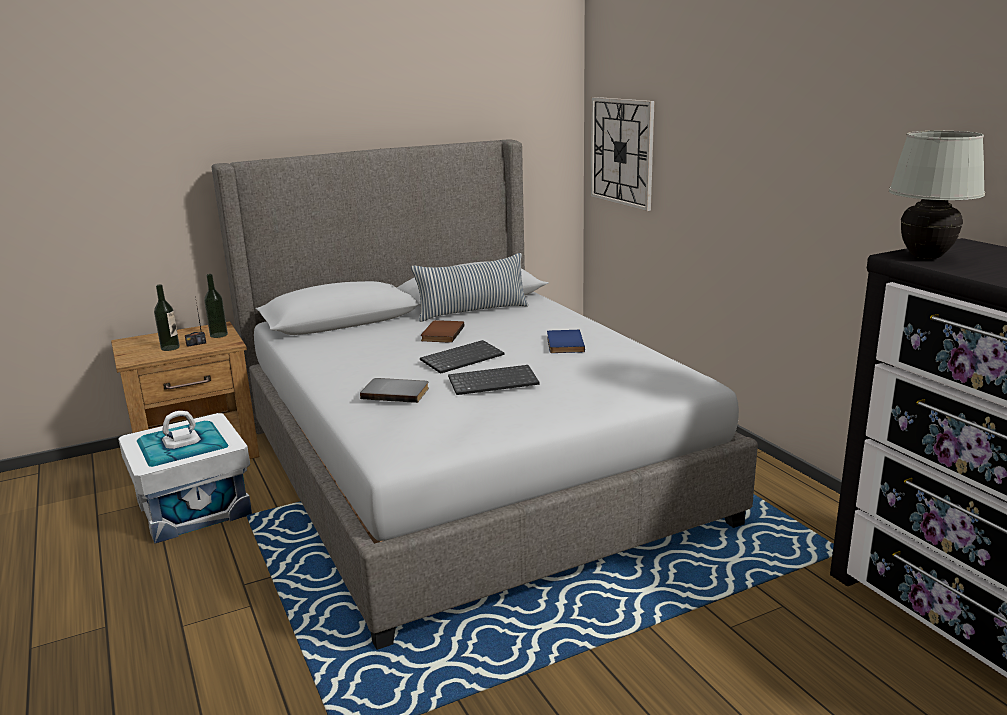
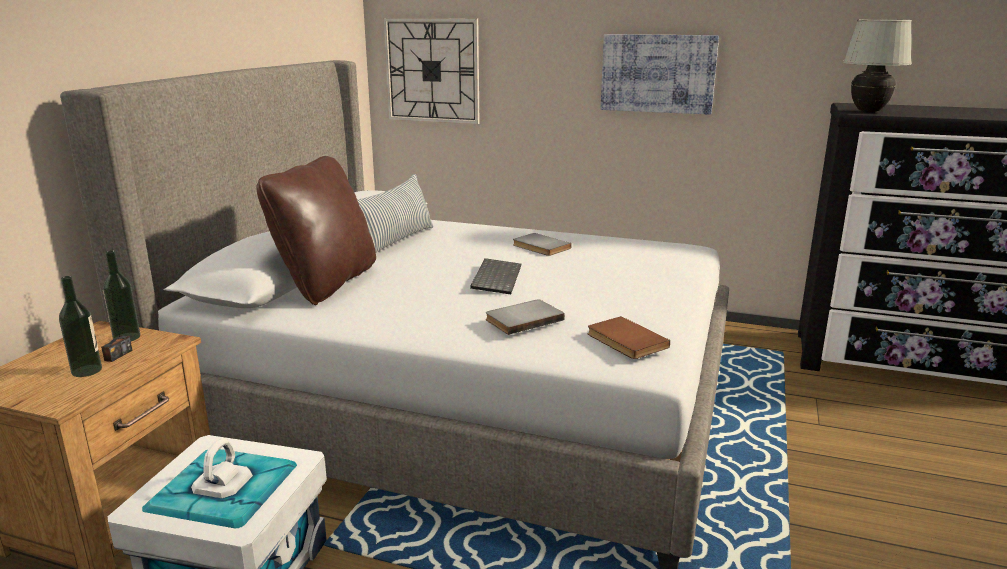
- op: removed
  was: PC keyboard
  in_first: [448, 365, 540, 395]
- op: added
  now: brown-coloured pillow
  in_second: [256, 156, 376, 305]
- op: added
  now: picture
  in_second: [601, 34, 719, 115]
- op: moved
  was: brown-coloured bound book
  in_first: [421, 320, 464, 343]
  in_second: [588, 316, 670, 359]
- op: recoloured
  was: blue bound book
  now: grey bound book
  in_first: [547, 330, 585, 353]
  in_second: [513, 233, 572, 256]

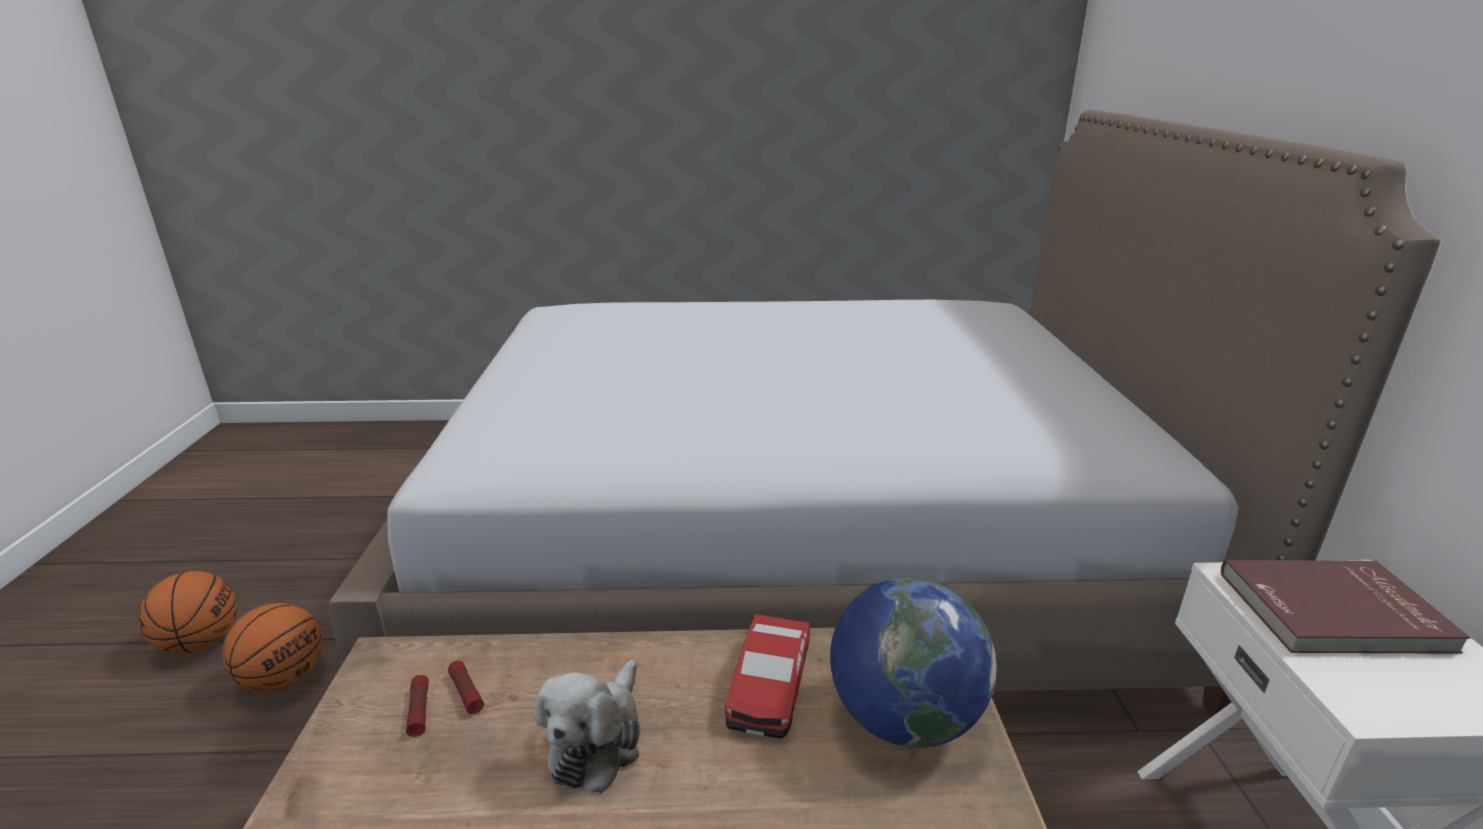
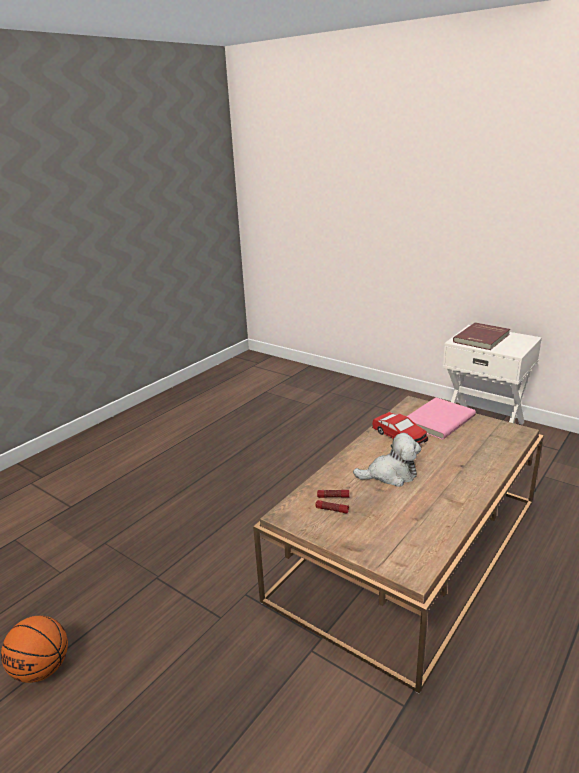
- op: removed
  was: basketball ball
  in_first: [222, 603, 322, 692]
- op: removed
  was: bed
  in_first: [329, 110, 1441, 717]
- op: replaced
  was: world globe
  now: pinkish bound book
  in_first: [830, 577, 996, 748]
  in_second: [406, 397, 476, 440]
- op: turned
  was: soft toy
  in_first: [535, 660, 640, 793]
  in_second: [353, 433, 421, 487]
  clockwise: -60

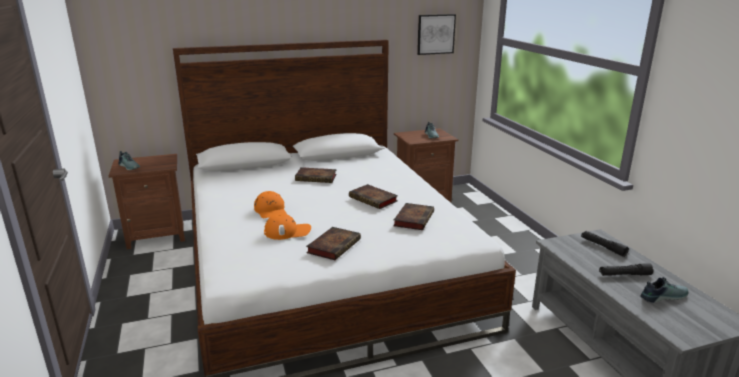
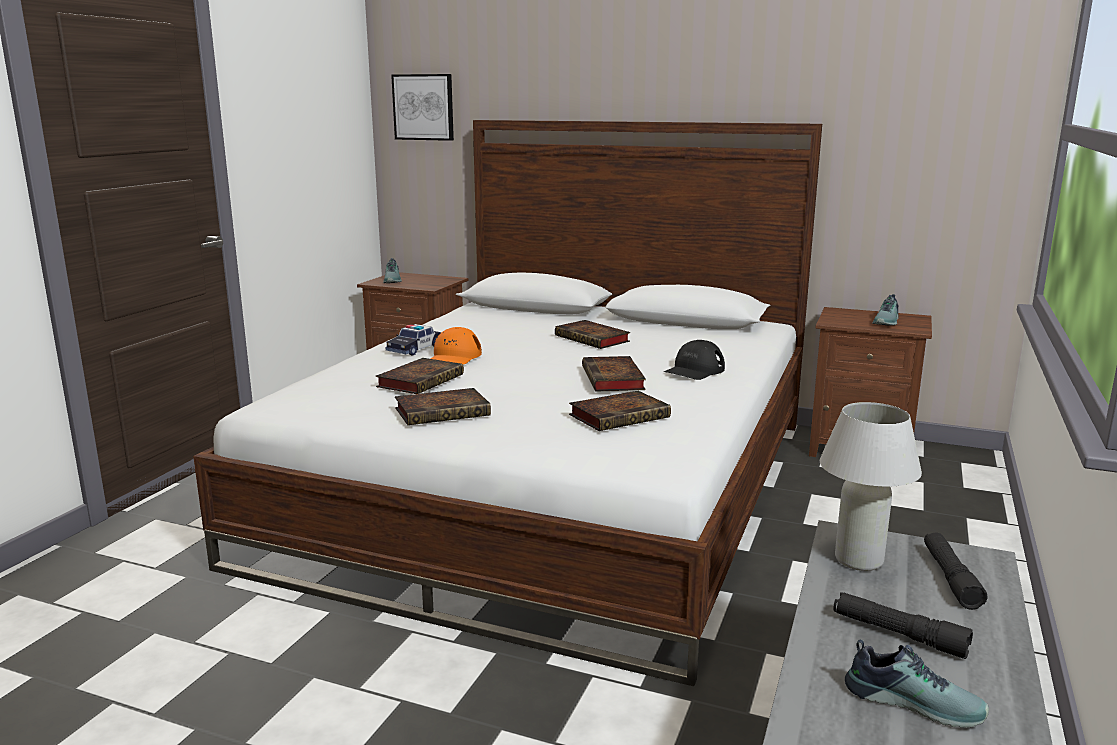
- op: added
  now: toy car
  in_second: [385, 324, 441, 356]
- op: added
  now: blackish cap
  in_second: [664, 340, 725, 380]
- op: added
  now: white table lamp
  in_second: [820, 402, 922, 571]
- op: moved
  was: picture
  in_first: [417, 14, 456, 55]
  in_second: [391, 74, 454, 141]
- op: replaced
  was: orangey cap
  now: bound book
  in_first: [264, 213, 311, 240]
  in_second: [376, 358, 464, 394]

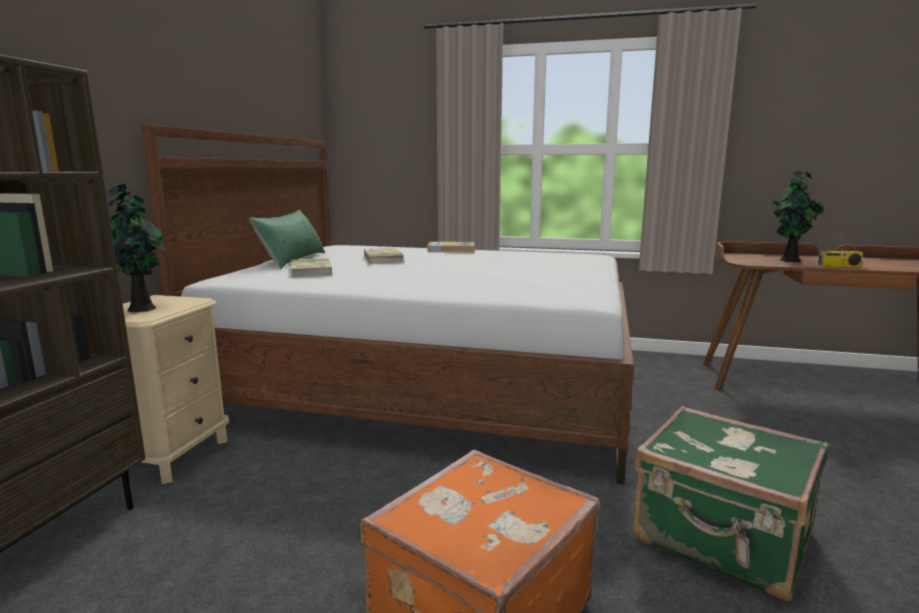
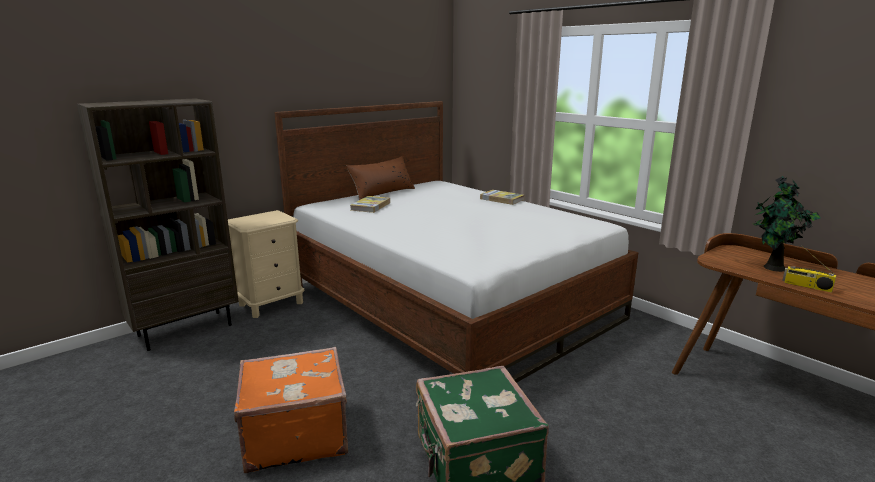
- op: removed
  was: houseplant
  in_first: [108, 184, 166, 312]
- op: removed
  was: bound book
  in_first: [364, 248, 403, 264]
- op: recoloured
  was: greenish pillow
  now: brown-coloured pillow
  in_first: [249, 210, 325, 269]
  in_second: [346, 156, 415, 200]

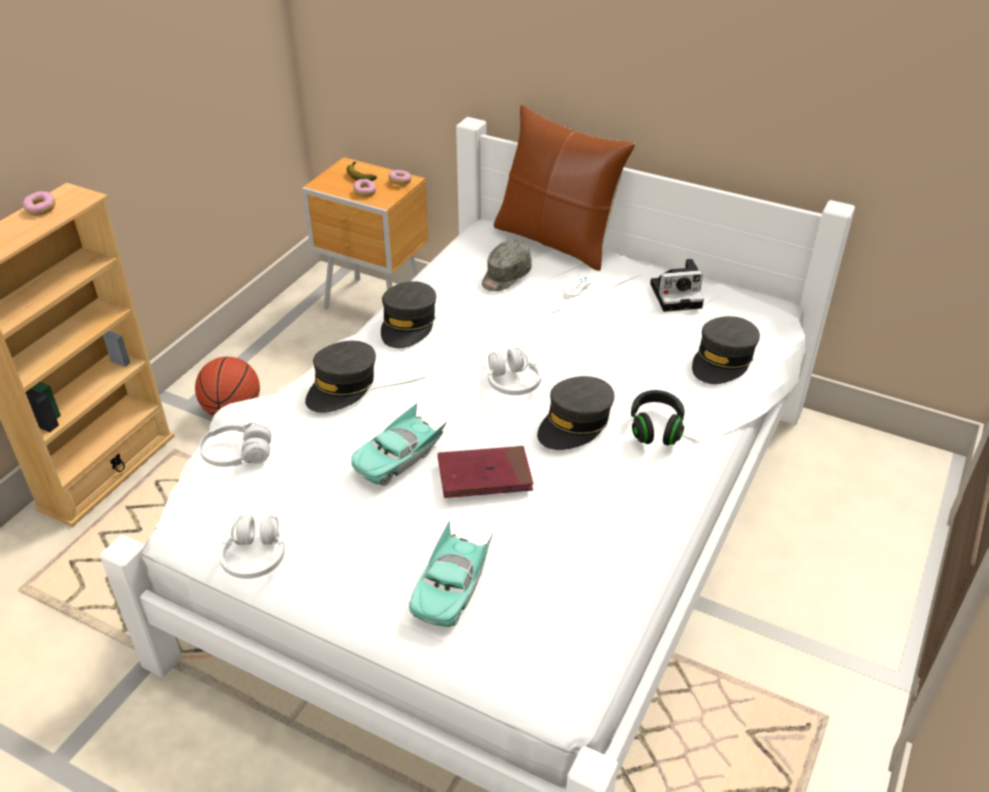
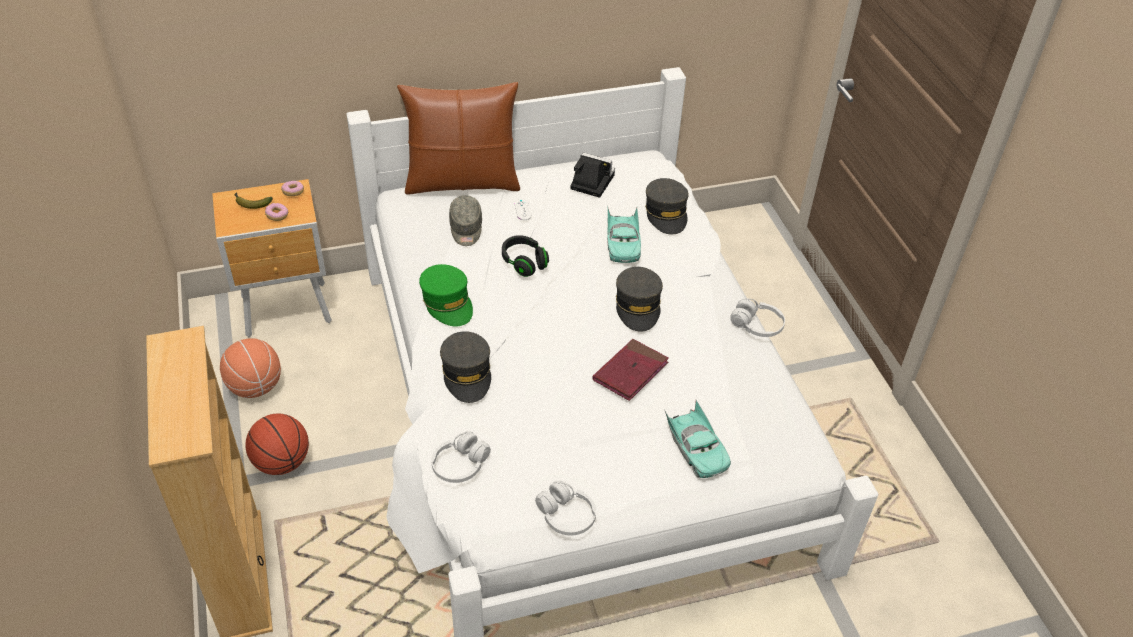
- op: removed
  was: donut
  in_first: [23, 191, 55, 216]
- op: added
  now: basketball ball
  in_second: [220, 338, 281, 398]
- op: moved
  was: turquoise toy car
  in_first: [351, 403, 446, 486]
  in_second: [607, 208, 641, 263]
- op: moved
  was: white headphones
  in_first: [488, 347, 541, 395]
  in_second: [730, 298, 785, 337]
- op: moved
  was: blackish headphones
  in_first: [631, 390, 685, 446]
  in_second: [502, 235, 549, 277]
- op: recoloured
  was: grey cap
  now: greenish cap
  in_first: [381, 281, 436, 348]
  in_second: [419, 264, 473, 327]
- op: turned
  was: photo camera
  in_first: [650, 259, 704, 312]
  in_second: [571, 152, 615, 198]
  clockwise: -105

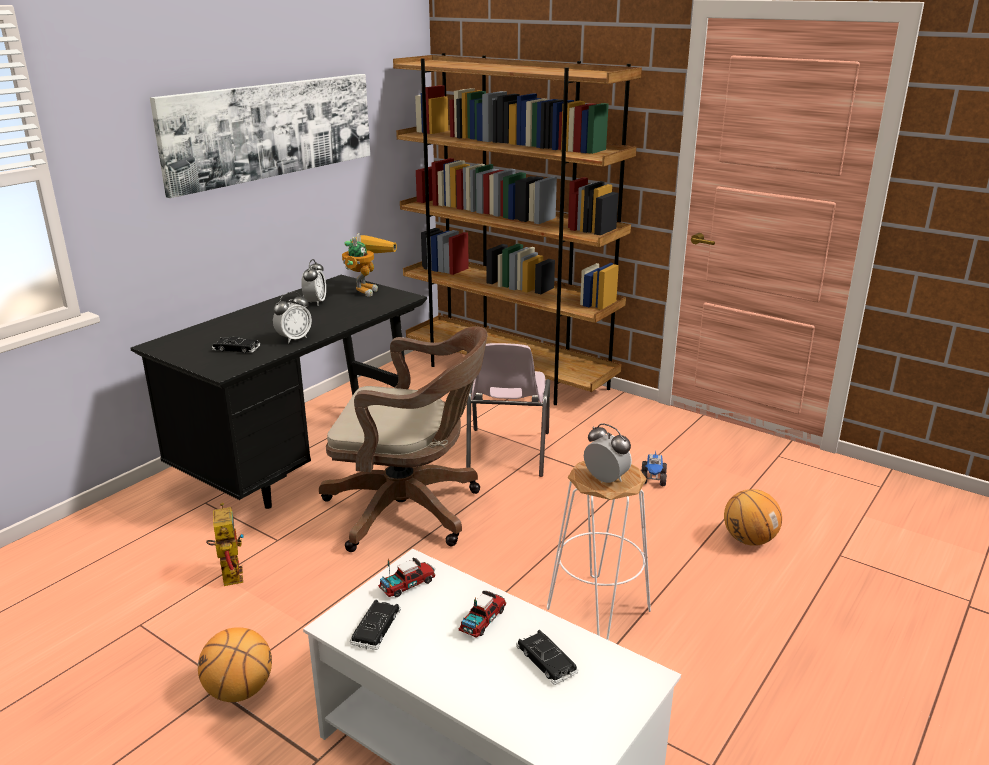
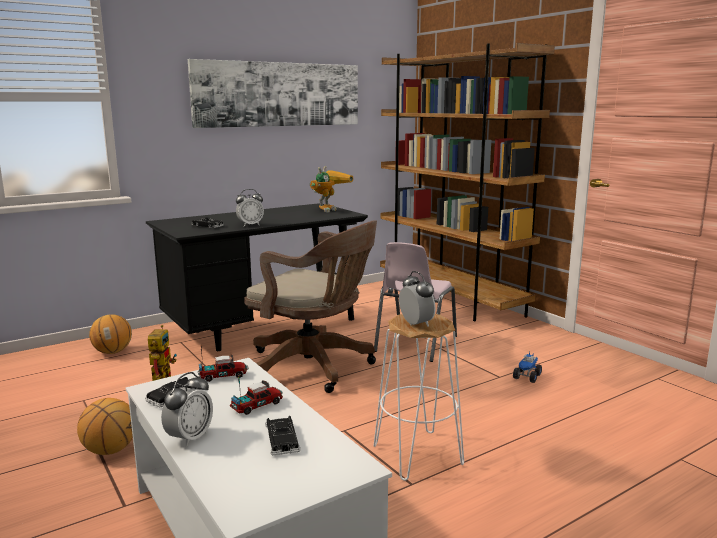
- op: moved
  was: bedside clock
  in_first: [301, 259, 326, 305]
  in_second: [161, 372, 213, 447]
- op: moved
  was: basketball ball
  in_first: [724, 489, 782, 546]
  in_second: [89, 314, 132, 354]

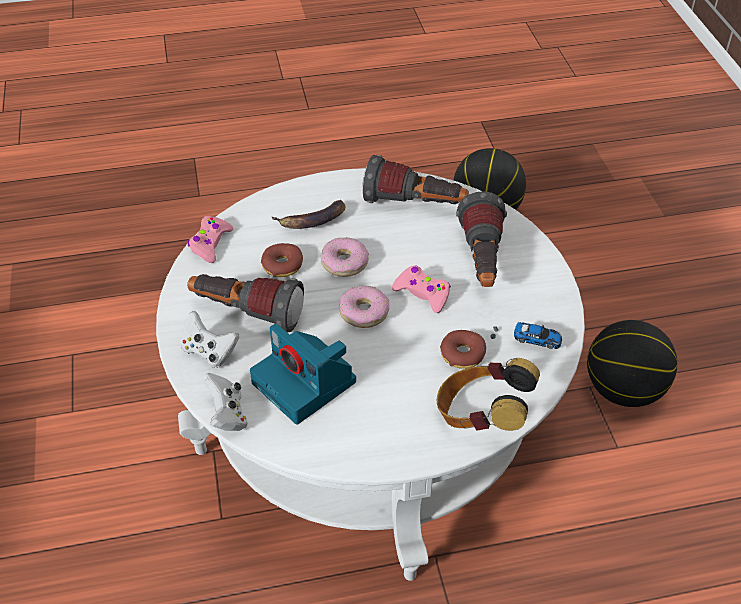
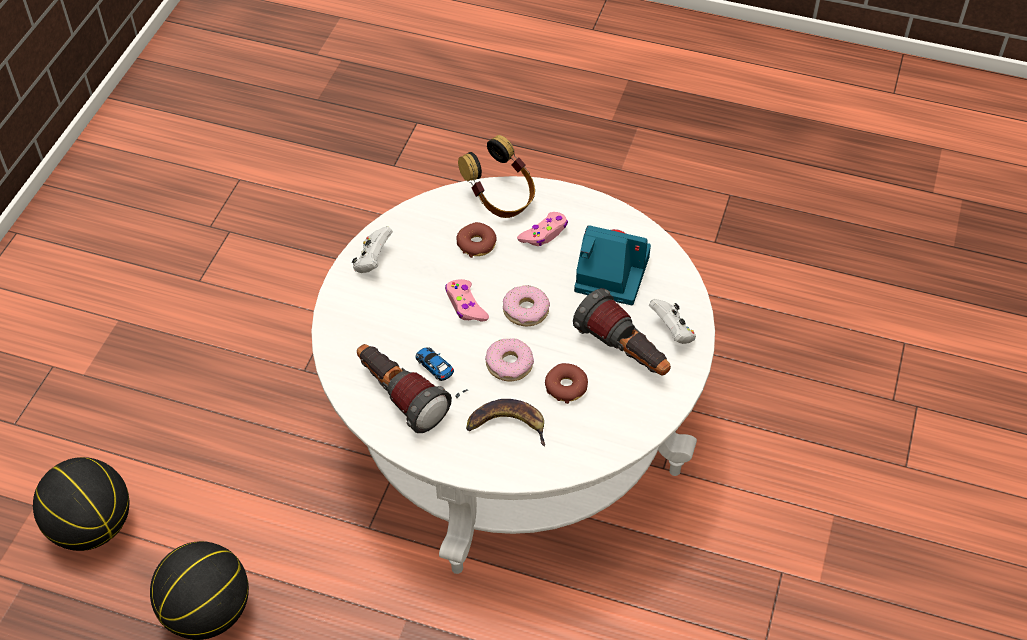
- op: removed
  was: torch
  in_first: [456, 191, 507, 287]
- op: moved
  was: pinkish gamepad
  in_first: [188, 216, 233, 263]
  in_second: [517, 212, 568, 246]
- op: moved
  was: white gamepad
  in_first: [202, 373, 248, 431]
  in_second: [352, 226, 393, 273]
- op: moved
  was: toy car
  in_first: [490, 322, 562, 349]
  in_second: [415, 347, 468, 398]
- op: moved
  was: basketball ball
  in_first: [587, 320, 677, 407]
  in_second: [33, 457, 129, 551]
- op: turned
  was: photo camera
  in_first: [250, 323, 356, 425]
  in_second: [574, 225, 651, 305]
  clockwise: -60

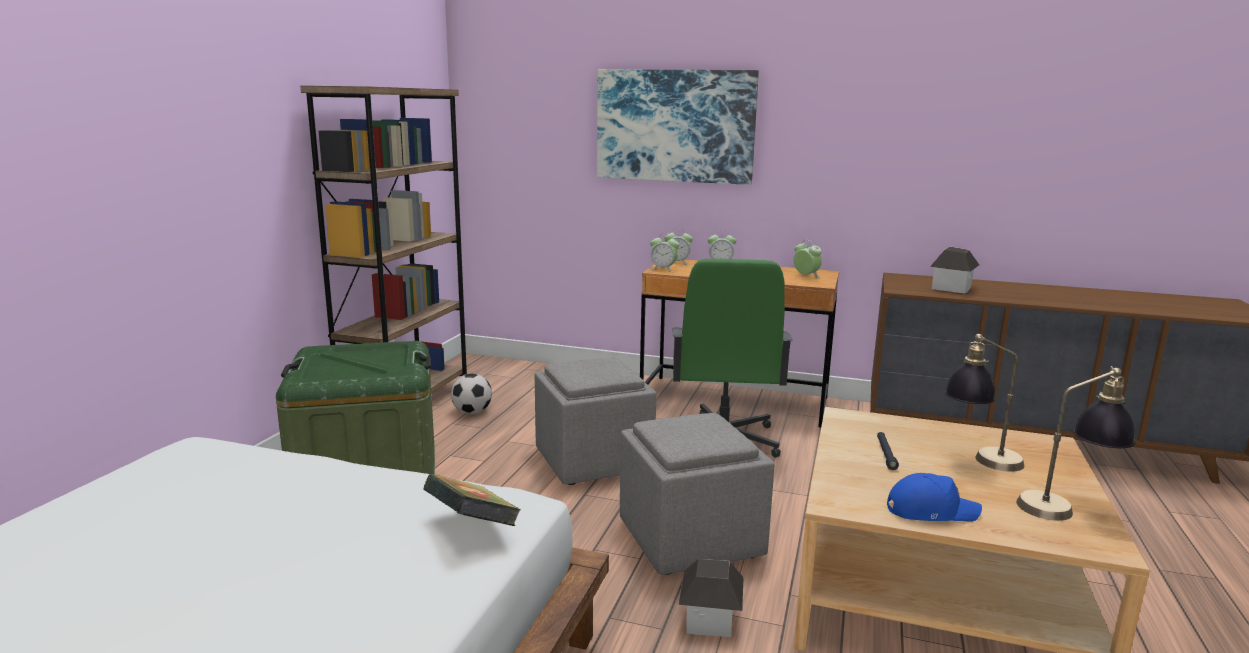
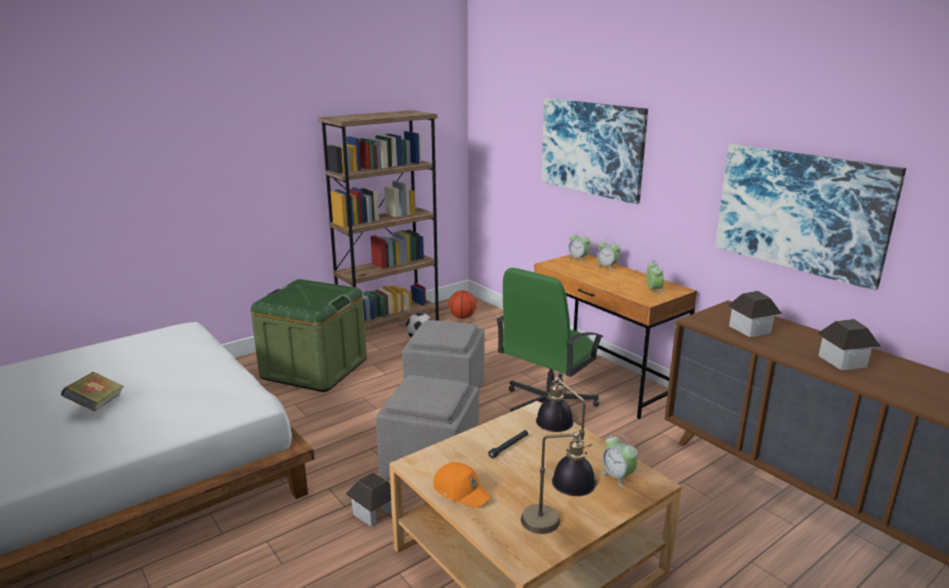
- op: added
  now: basketball ball
  in_second: [448, 290, 477, 319]
- op: added
  now: picture
  in_second: [715, 144, 906, 291]
- op: added
  now: model house
  in_second: [817, 319, 880, 370]
- op: moved
  was: bound book
  in_first: [423, 474, 521, 526]
  in_second: [61, 372, 124, 411]
- op: moved
  was: bedside clock
  in_first: [650, 236, 679, 272]
  in_second: [601, 435, 638, 488]
- op: recoloured
  was: blue cap
  now: orangey cap
  in_first: [887, 473, 982, 522]
  in_second: [433, 462, 491, 508]

